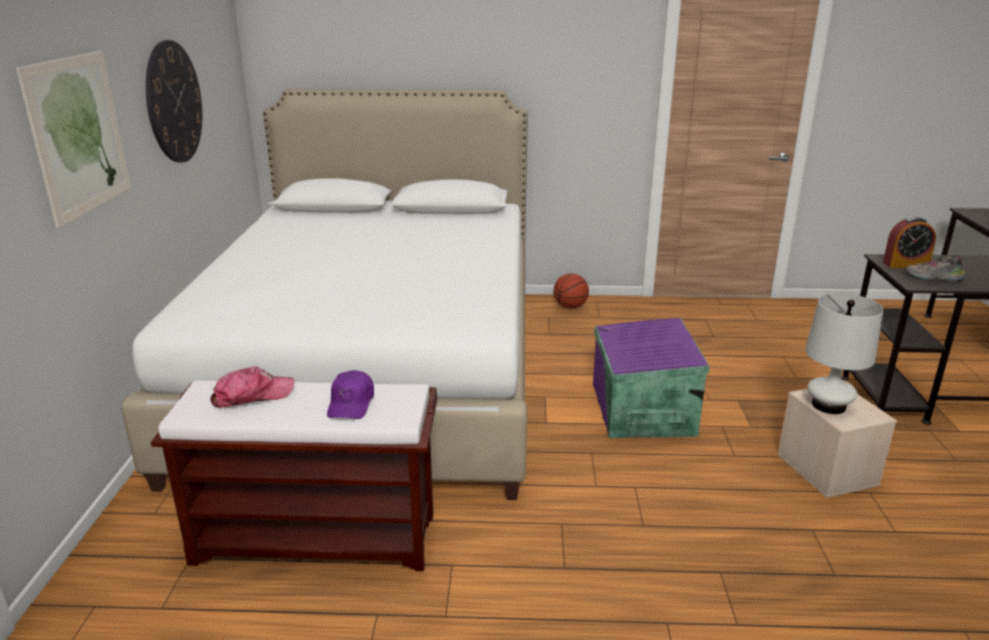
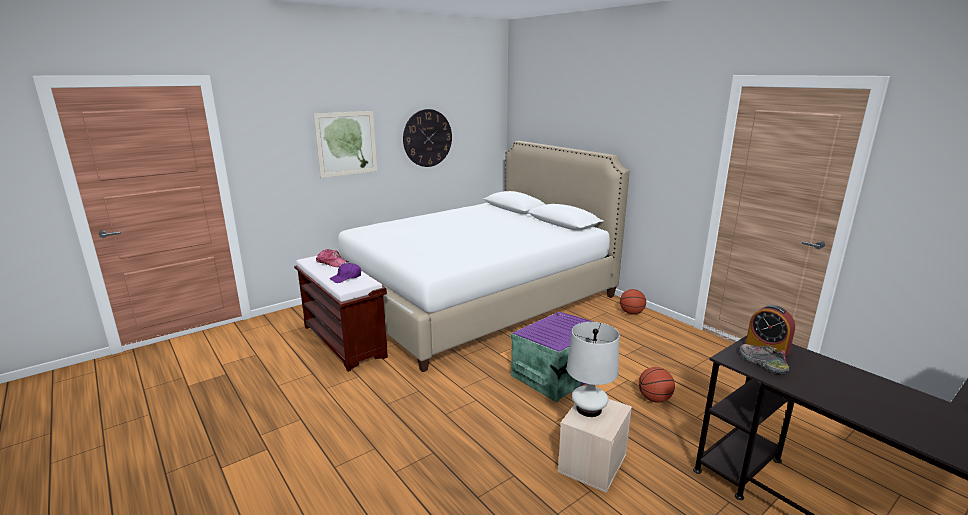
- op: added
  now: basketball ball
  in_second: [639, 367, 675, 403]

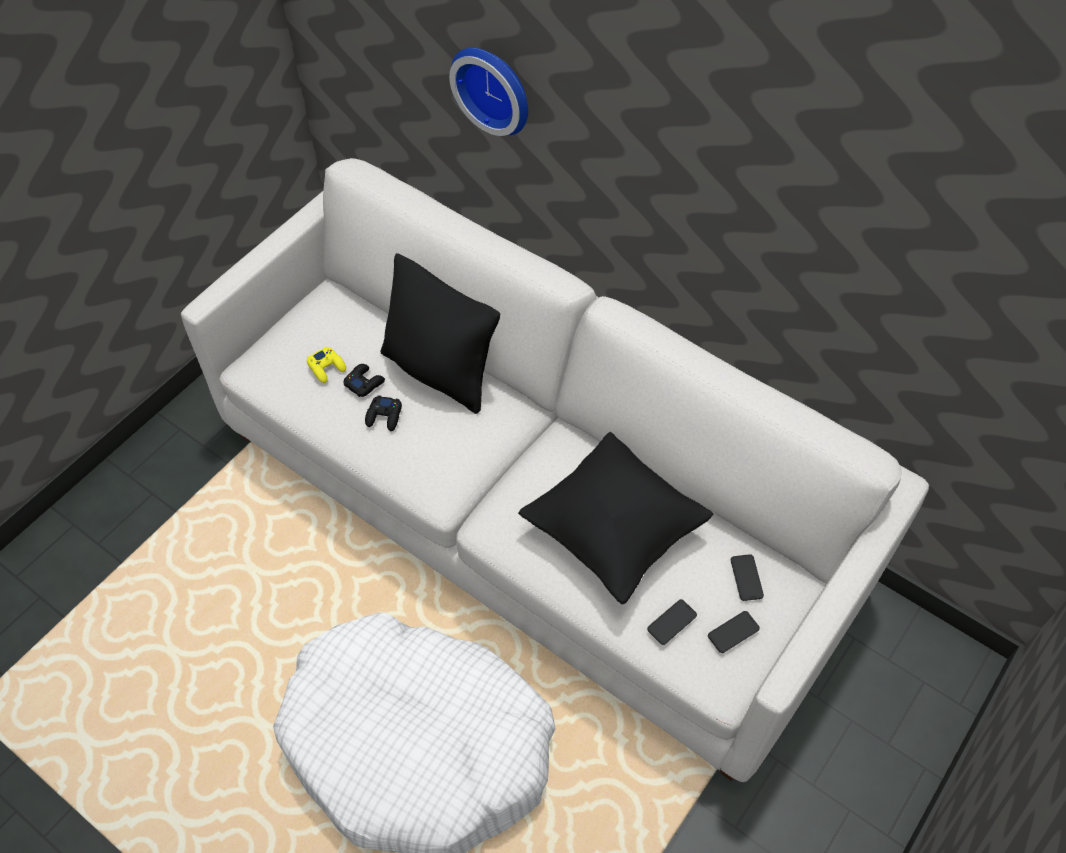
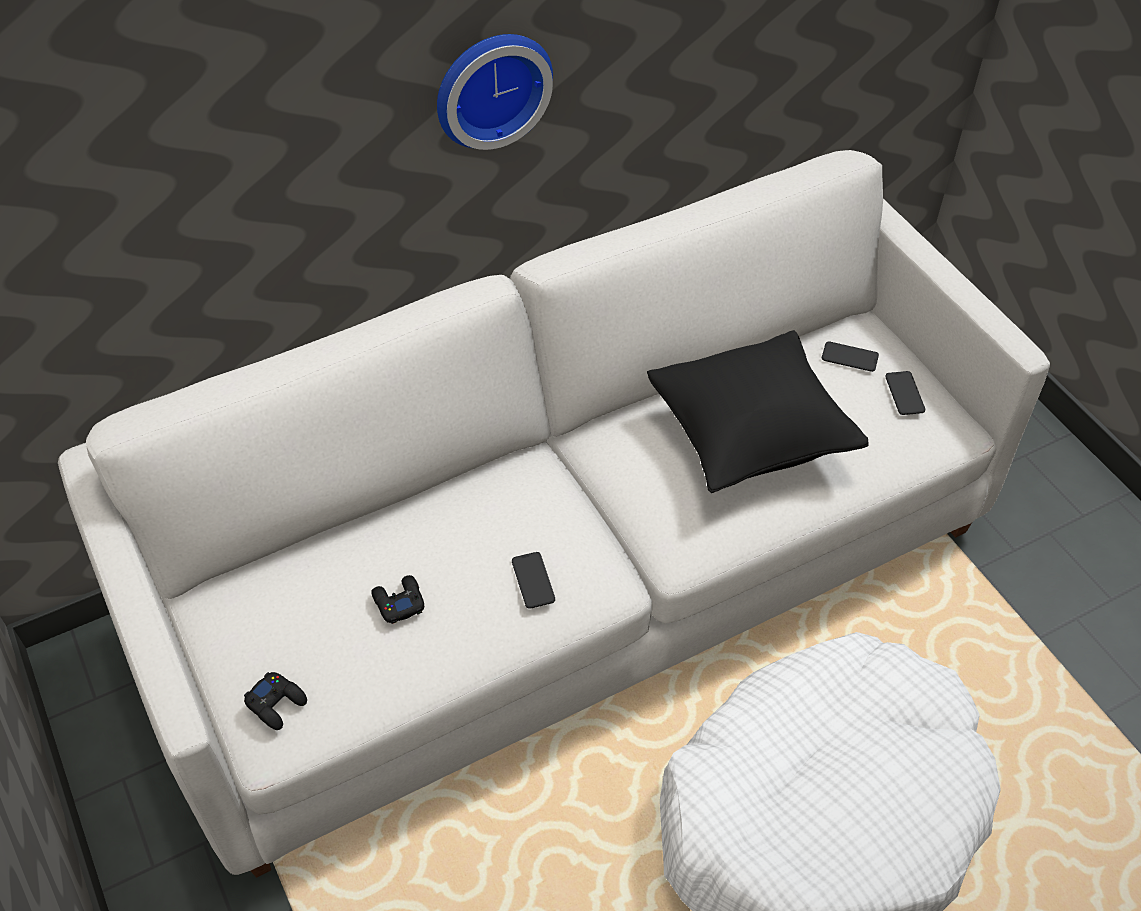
- op: removed
  was: yellow-coloured gamepad
  in_first: [307, 347, 346, 383]
- op: removed
  was: blackish pillow
  in_first: [381, 253, 500, 414]
- op: moved
  was: blackish gamepad
  in_first: [365, 395, 402, 431]
  in_second: [244, 672, 307, 730]
- op: moved
  was: clock on the wall
  in_first: [449, 48, 528, 136]
  in_second: [437, 34, 553, 150]
- op: moved
  was: phone
  in_first: [647, 599, 697, 645]
  in_second: [512, 552, 555, 609]

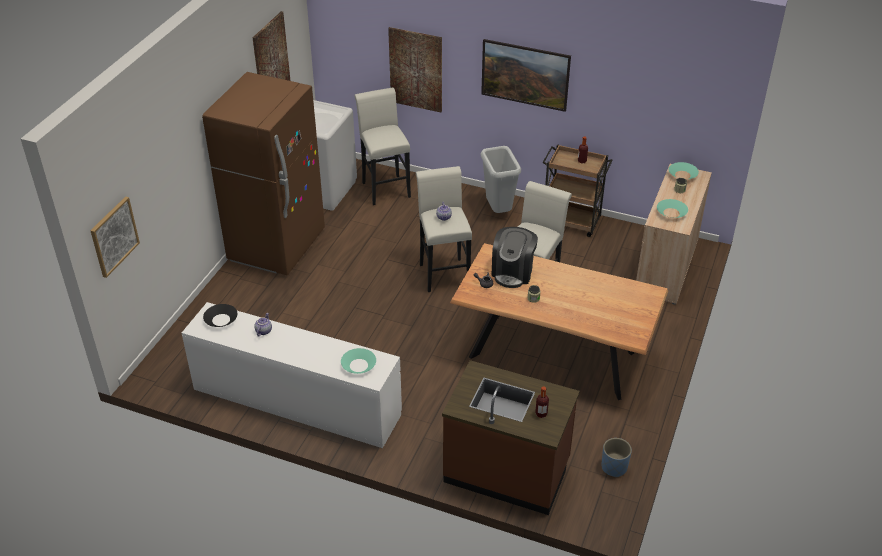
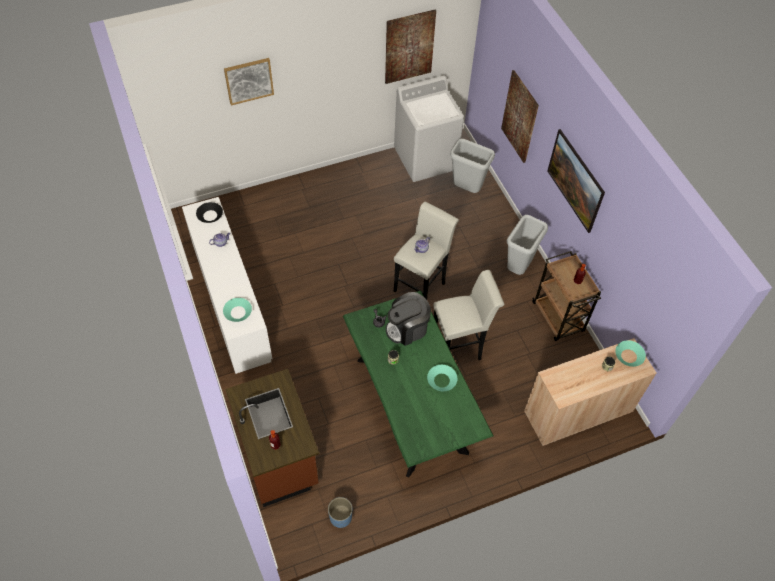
- op: removed
  was: brown-coloured kitchen fridge
  in_first: [202, 72, 325, 275]
- op: moved
  was: picture
  in_first: [90, 196, 140, 278]
  in_second: [224, 58, 274, 105]
- op: moved
  was: turquoise deep dish
  in_first: [657, 199, 688, 218]
  in_second: [427, 365, 457, 391]
- op: replaced
  was: white stool
  now: grey trash can
  in_first: [354, 88, 411, 205]
  in_second: [450, 139, 495, 193]
- op: recoloured
  was: brown-coloured dinner table
  now: greenish dinner table
  in_first: [450, 243, 669, 400]
  in_second: [343, 291, 493, 478]

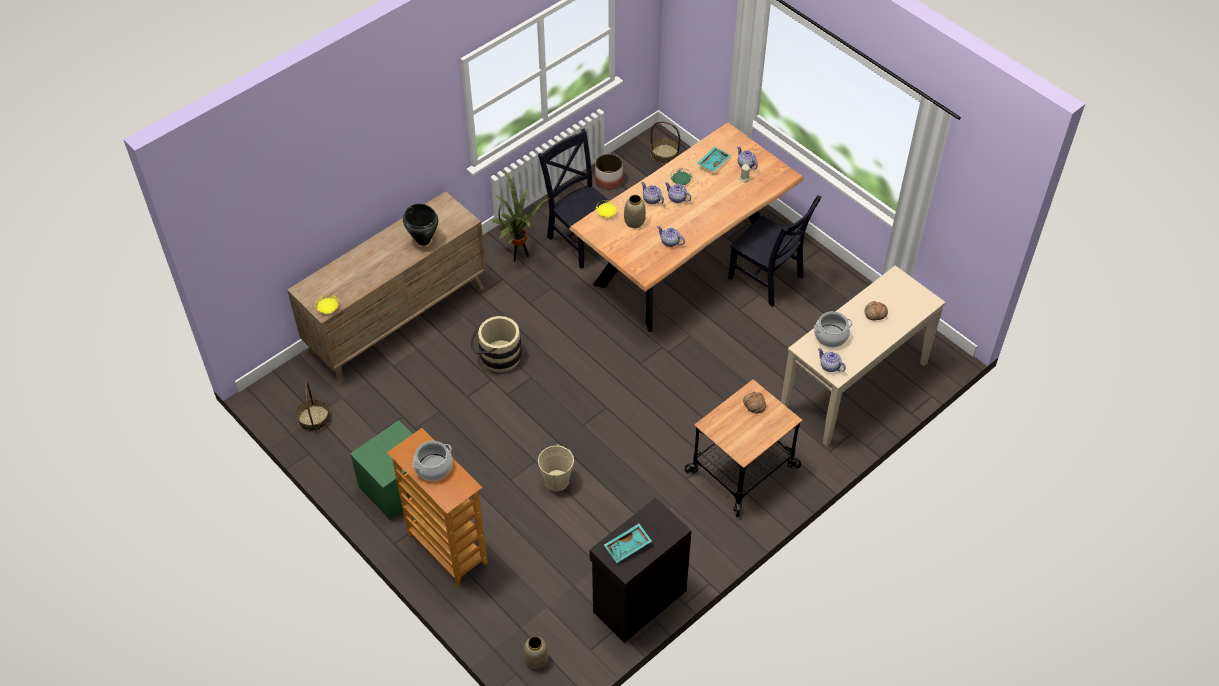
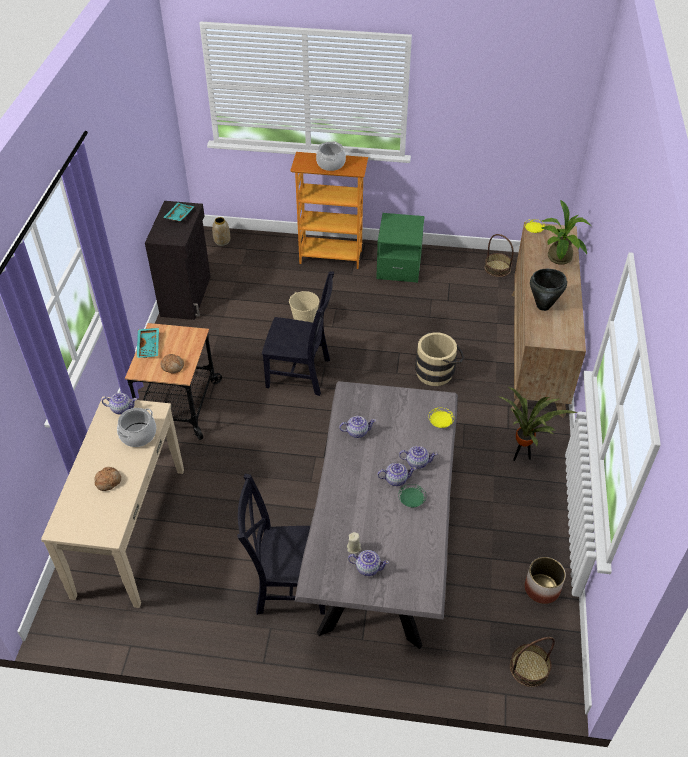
- op: removed
  was: flower vase
  in_first: [624, 195, 646, 228]
- op: added
  now: houseplant
  in_second: [542, 200, 591, 265]
- op: moved
  was: blackish upright chair
  in_first: [538, 129, 609, 269]
  in_second: [262, 271, 334, 396]
- op: moved
  was: turquoise carrying tray
  in_first: [697, 147, 731, 172]
  in_second: [136, 328, 159, 358]
- op: recoloured
  was: brown-coloured dinner table
  now: grey dinner table
  in_first: [569, 123, 804, 332]
  in_second: [295, 381, 458, 649]

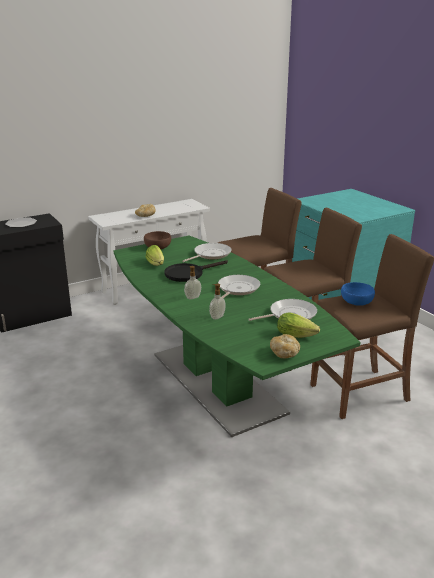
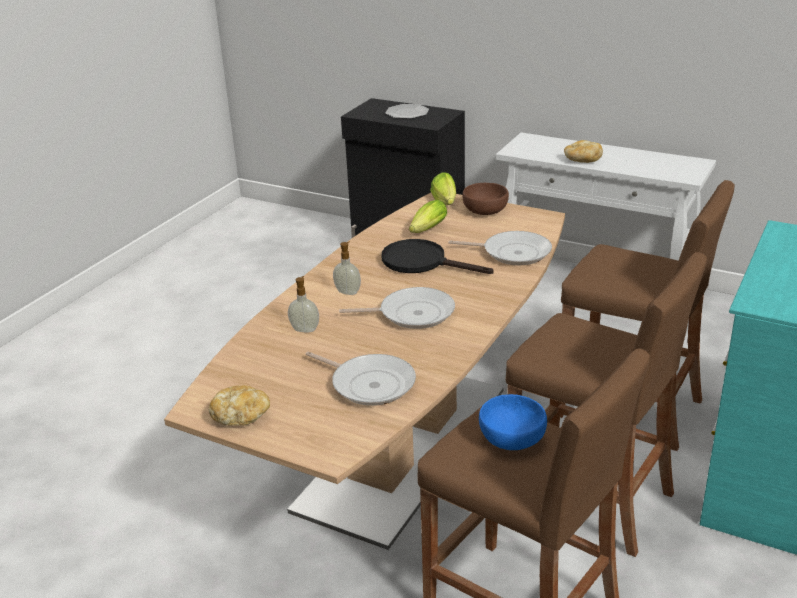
- op: moved
  was: lettuce head
  in_first: [277, 312, 320, 338]
  in_second: [430, 172, 456, 205]
- op: recoloured
  was: greenish dinner table
  now: brown-coloured dinner table
  in_first: [114, 236, 361, 437]
  in_second: [164, 193, 565, 550]

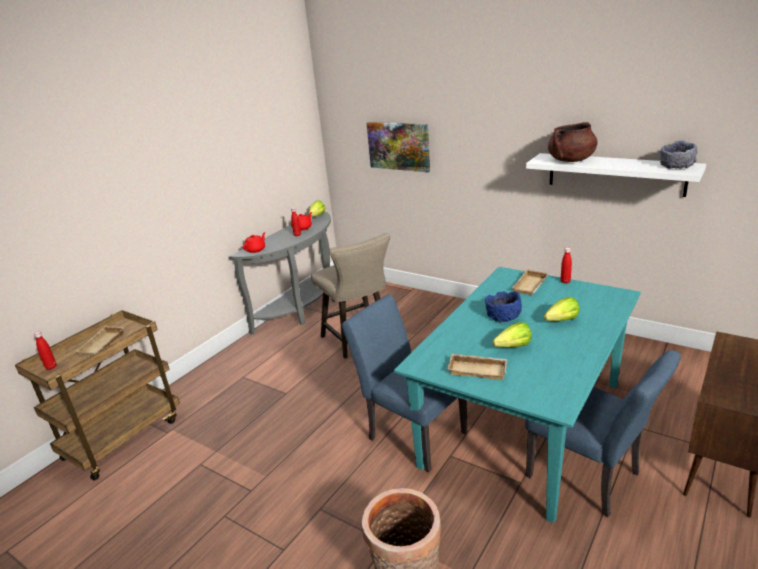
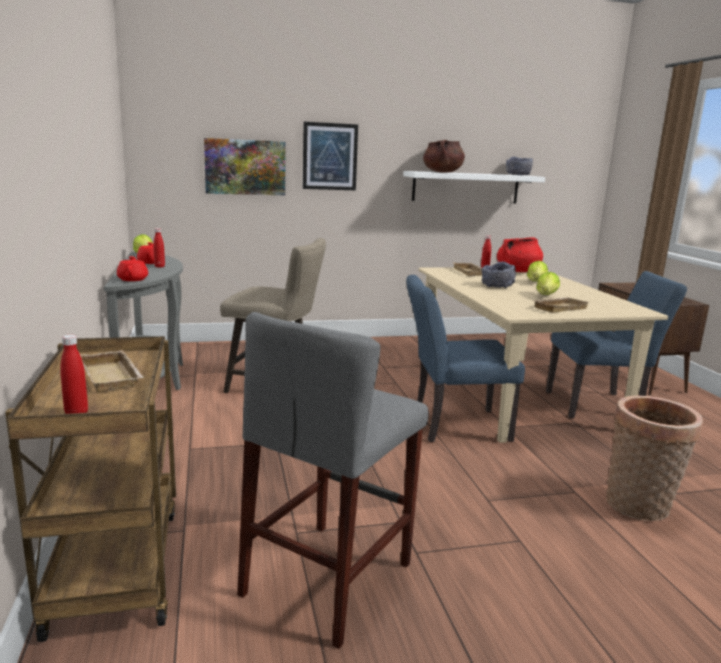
- op: added
  now: grey stool
  in_second: [237, 312, 429, 649]
- op: added
  now: picture
  in_second: [303, 122, 358, 190]
- op: added
  now: red-coloured cooking pot
  in_second: [497, 237, 543, 272]
- op: recoloured
  was: turquoise dinner table
  now: beige-coloured dinner table
  in_first: [394, 267, 641, 523]
  in_second: [419, 268, 668, 443]
- op: recoloured
  was: blue deep dish
  now: grey deep dish
  in_first: [485, 291, 522, 323]
  in_second: [481, 262, 516, 288]

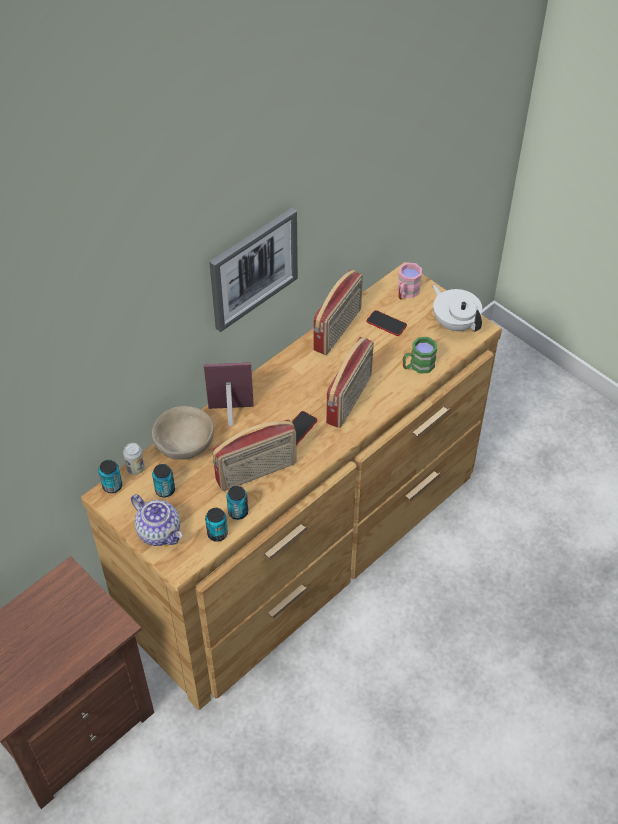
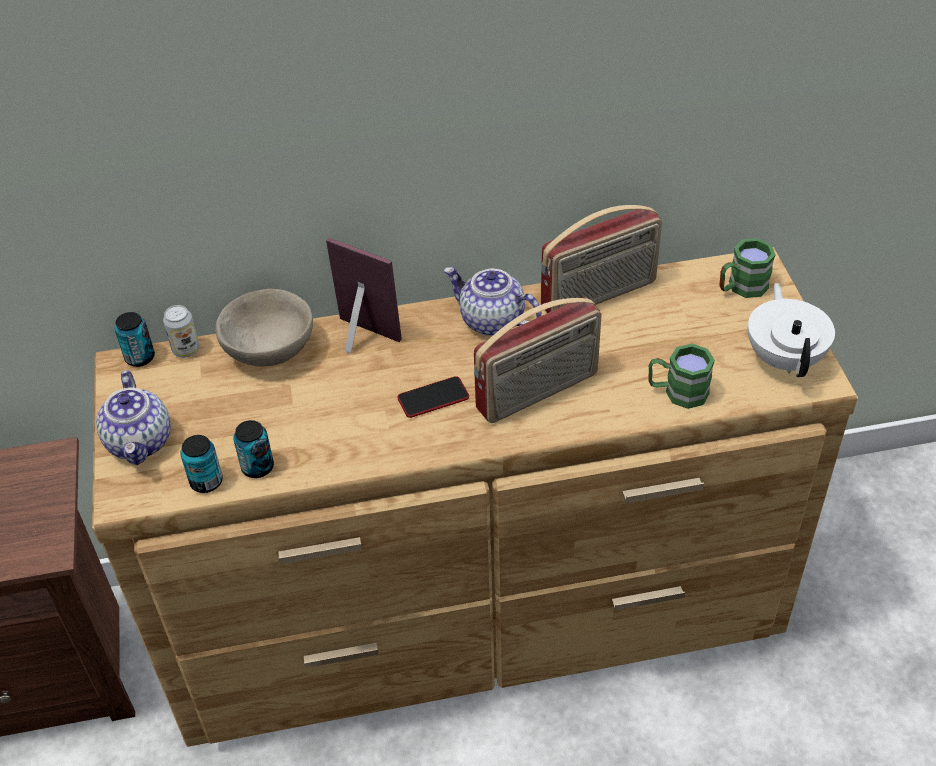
- op: removed
  was: metal can
  in_first: [152, 464, 175, 497]
- op: removed
  was: picture
  in_first: [209, 208, 298, 332]
- op: removed
  was: radio
  in_first: [212, 420, 297, 491]
- op: removed
  was: phone
  in_first: [366, 310, 407, 336]
- op: added
  now: tea pot
  in_second: [444, 267, 542, 336]
- op: recoloured
  was: pinkish tea mug
  now: greenish tea mug
  in_first: [397, 263, 422, 299]
  in_second: [719, 238, 776, 298]

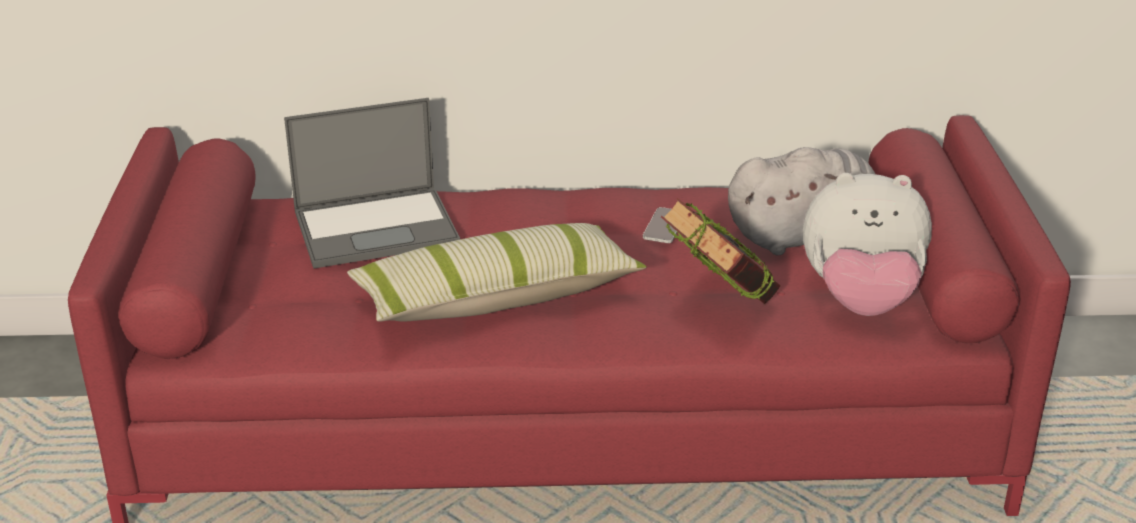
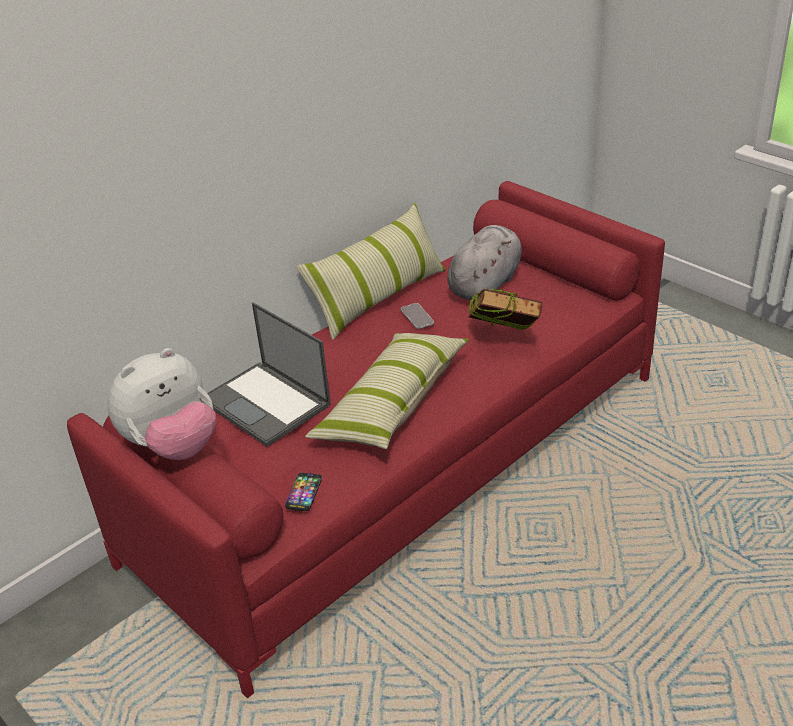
- op: added
  now: phone
  in_second: [285, 473, 322, 511]
- op: added
  now: pillow
  in_second: [296, 203, 446, 340]
- op: moved
  was: soft toy
  in_first: [803, 173, 932, 316]
  in_second: [107, 348, 216, 460]
- op: turned
  was: notebook computer
  in_first: [284, 98, 460, 268]
  in_second: [207, 302, 331, 447]
  clockwise: 105

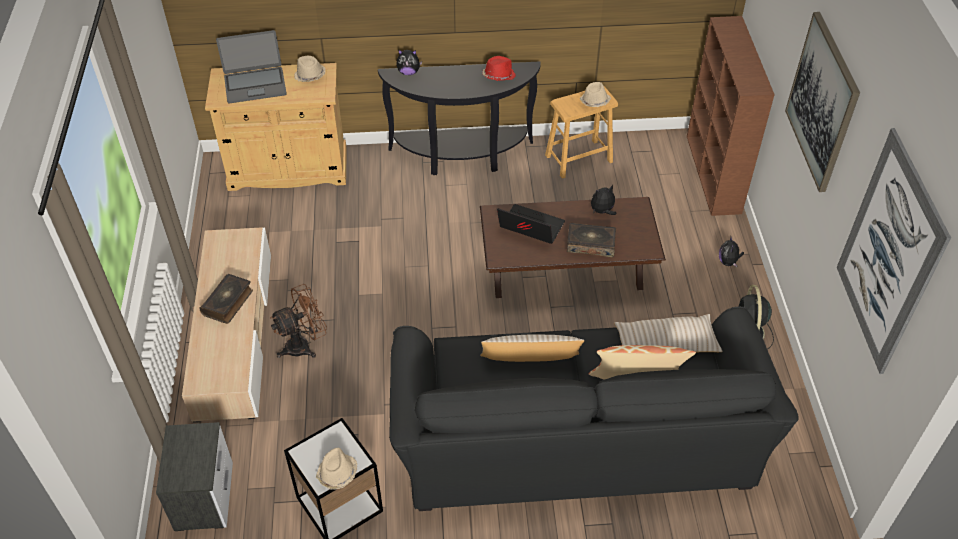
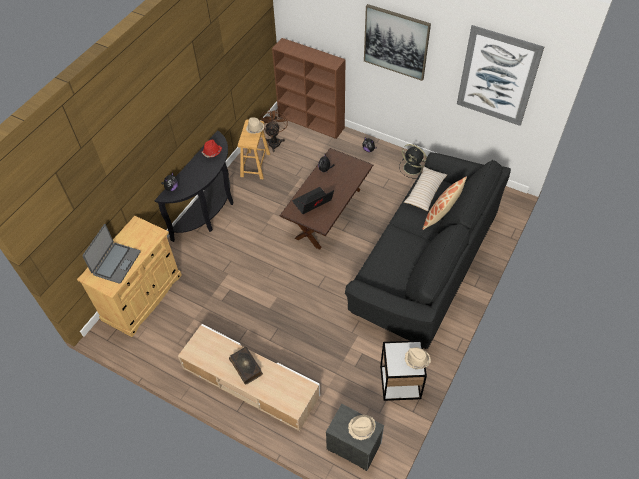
- op: removed
  was: beige-coloured pillow
  in_first: [480, 334, 585, 362]
- op: removed
  was: bound book
  in_first: [567, 223, 616, 257]
- op: moved
  was: brown-coloured electric fan
  in_first: [270, 284, 327, 358]
  in_second: [259, 111, 288, 152]
- op: moved
  was: beige-coloured clothing hat
  in_first: [294, 56, 326, 82]
  in_second: [348, 415, 376, 440]

